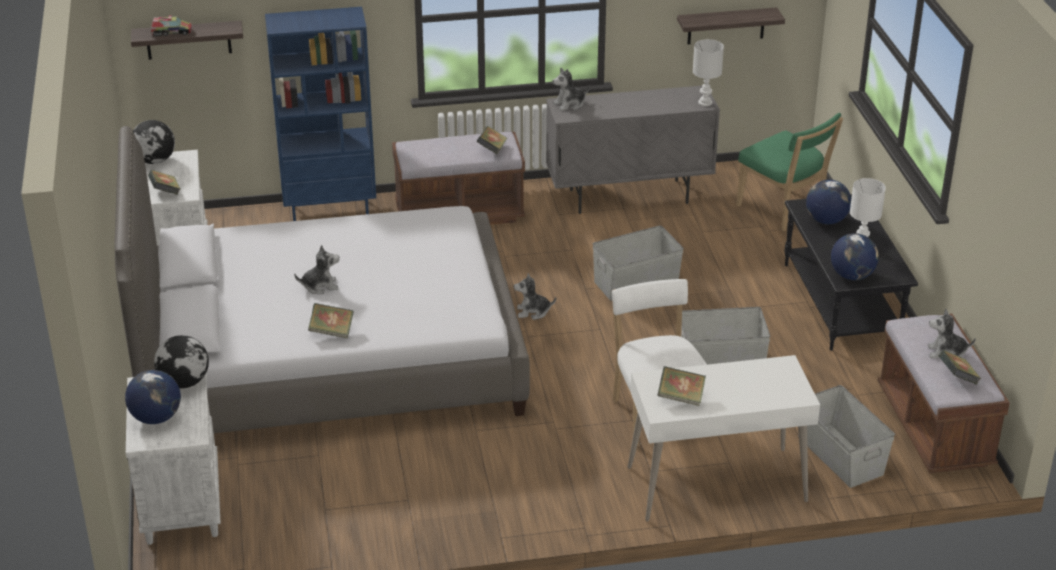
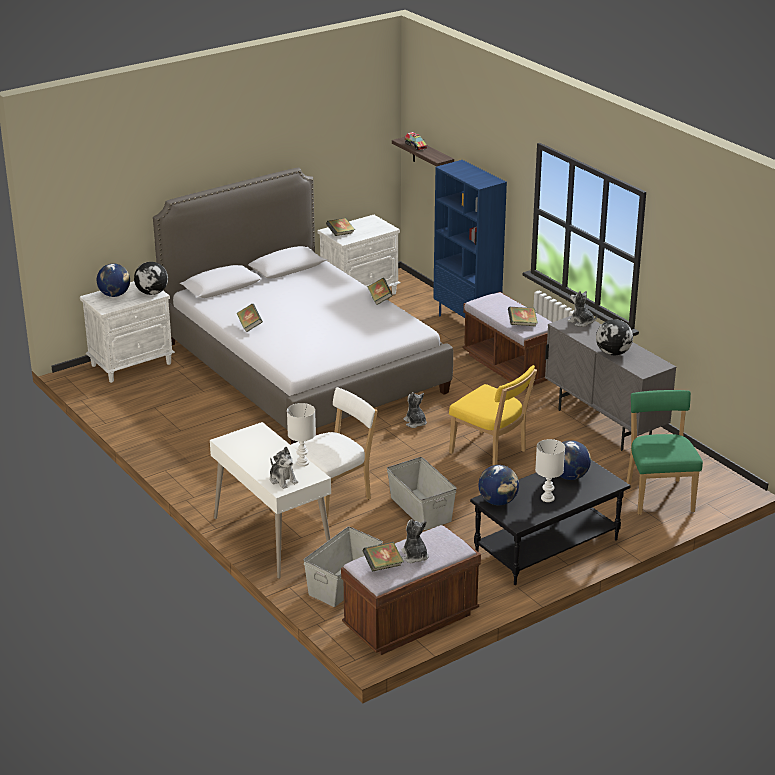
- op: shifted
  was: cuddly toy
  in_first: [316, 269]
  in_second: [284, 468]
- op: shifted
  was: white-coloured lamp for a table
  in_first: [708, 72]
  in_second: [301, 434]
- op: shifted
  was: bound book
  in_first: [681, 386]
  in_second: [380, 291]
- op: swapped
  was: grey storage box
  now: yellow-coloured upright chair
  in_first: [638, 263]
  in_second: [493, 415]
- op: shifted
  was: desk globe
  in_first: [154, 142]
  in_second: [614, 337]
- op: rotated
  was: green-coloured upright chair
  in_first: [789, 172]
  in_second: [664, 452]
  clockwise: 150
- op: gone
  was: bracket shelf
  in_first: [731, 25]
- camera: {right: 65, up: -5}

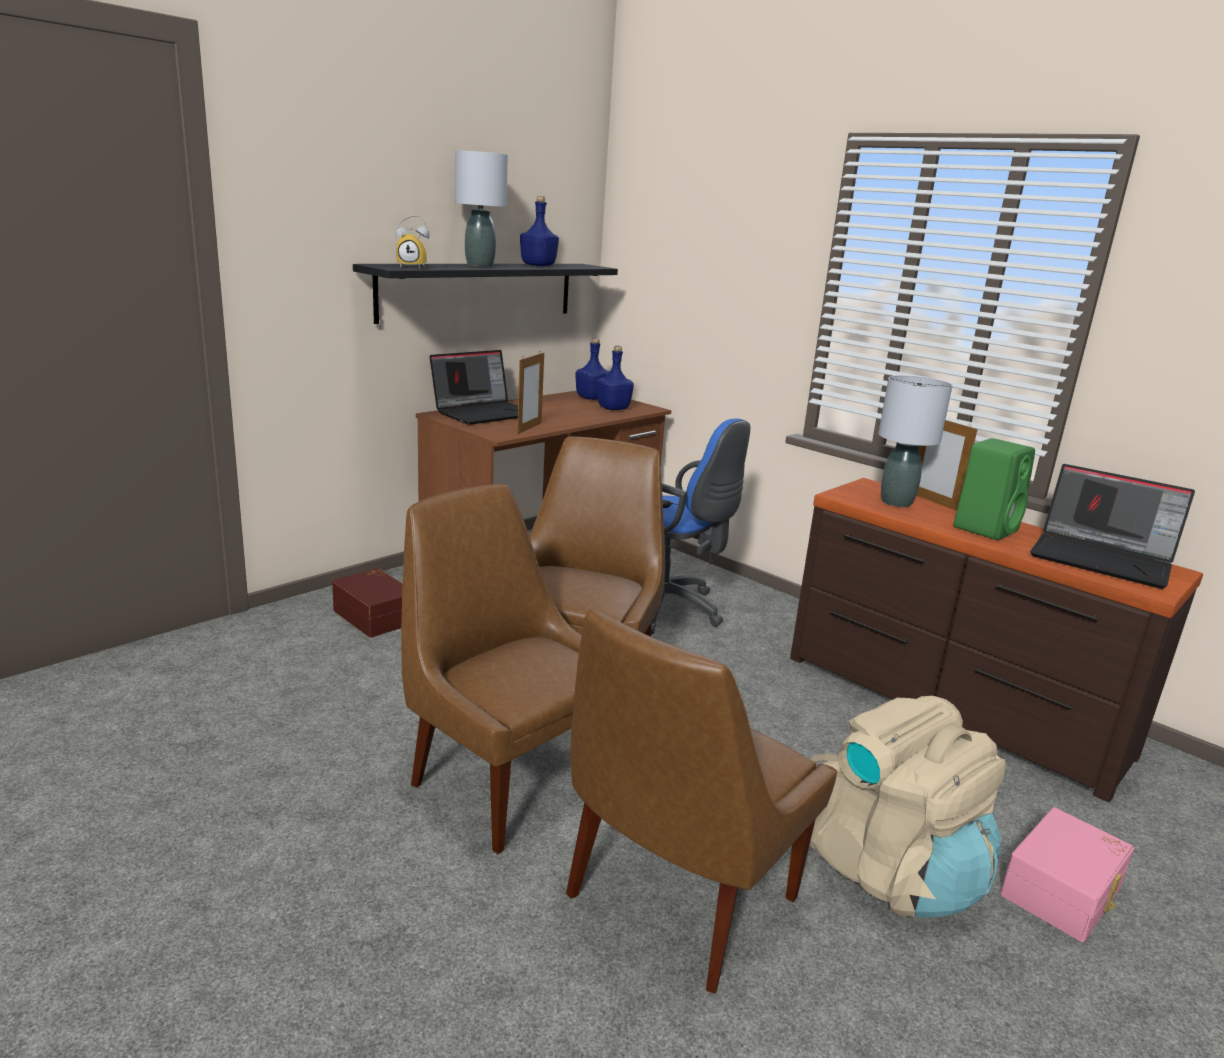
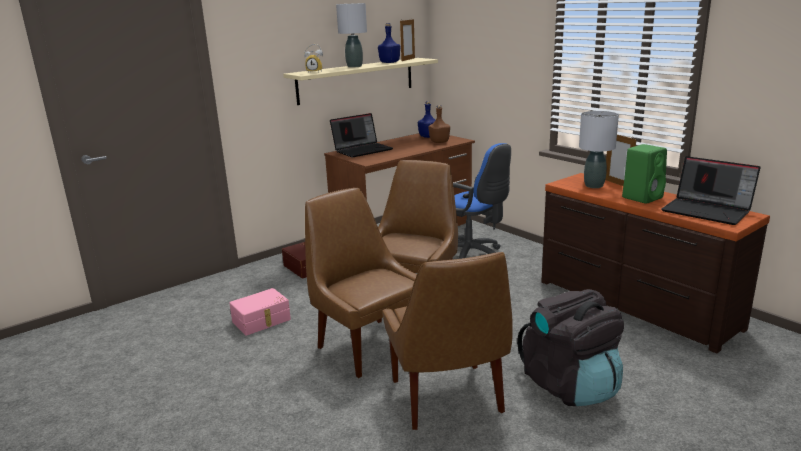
- op: shifted
  was: pink-coloured storage box
  in_first: [1067, 874]
  in_second: [260, 312]
- op: repainted
  was: black-coloured bracket shelf
  now: beige-coloured bracket shelf
  in_first: [485, 294]
  in_second: [360, 81]
- op: rotated
  was: brown upright chair
  in_first: [701, 801]
  in_second: [448, 341]
  clockwise: -60
- op: shifted
  was: standing frame
  in_first: [530, 392]
  in_second: [407, 40]
- op: repainted
  was: blue drink bottle
  now: brown drink bottle
  in_first: [615, 378]
  in_second: [439, 124]
- op: repainted
  was: beige-coloured backpack
  now: black-coloured backpack
  in_first: [907, 807]
  in_second: [570, 347]
- camera: {right: 10, up: 0}

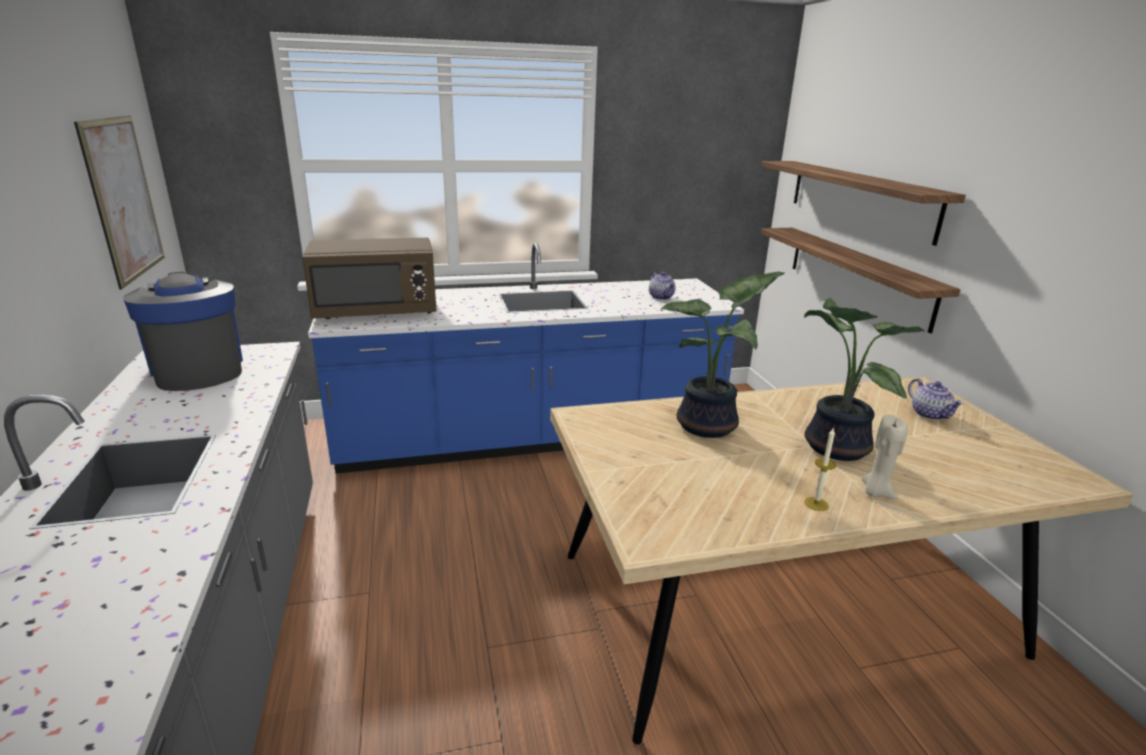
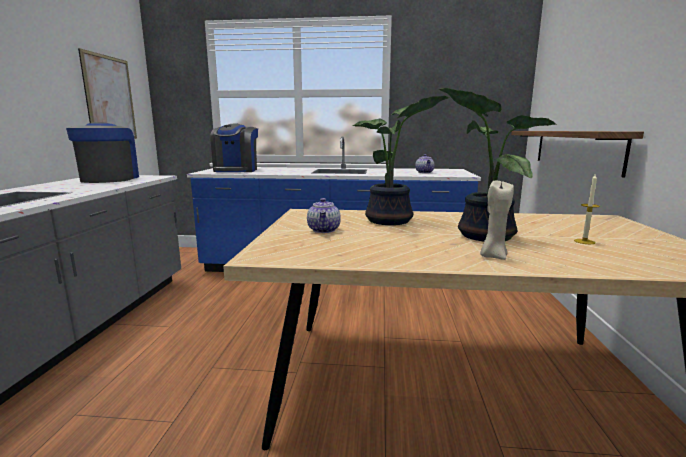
- op: swapped
  was: brown microwave oven
  now: coffee maker
  in_first: [369, 278]
  in_second: [234, 148]
- op: shifted
  was: teapot
  in_first: [936, 399]
  in_second: [324, 215]
- op: shifted
  was: candle
  in_first: [820, 469]
  in_second: [587, 208]
- op: gone
  was: bracket shelf
  in_first: [864, 203]
- camera: {right: 20, up: -10}

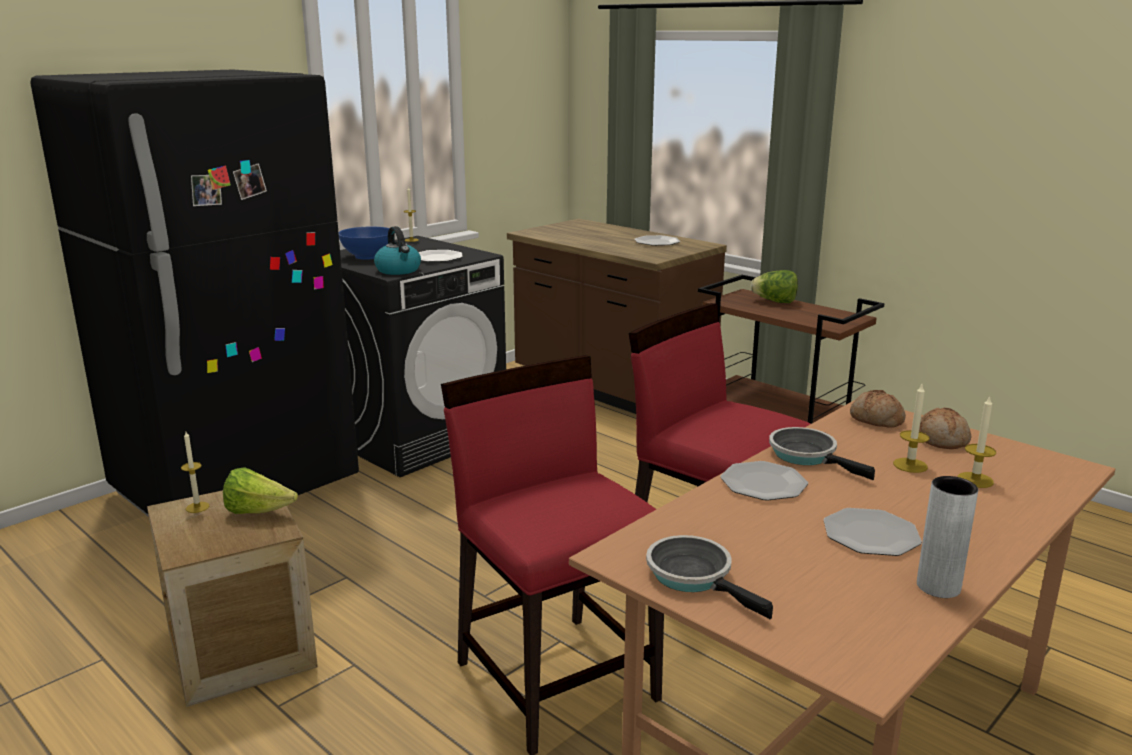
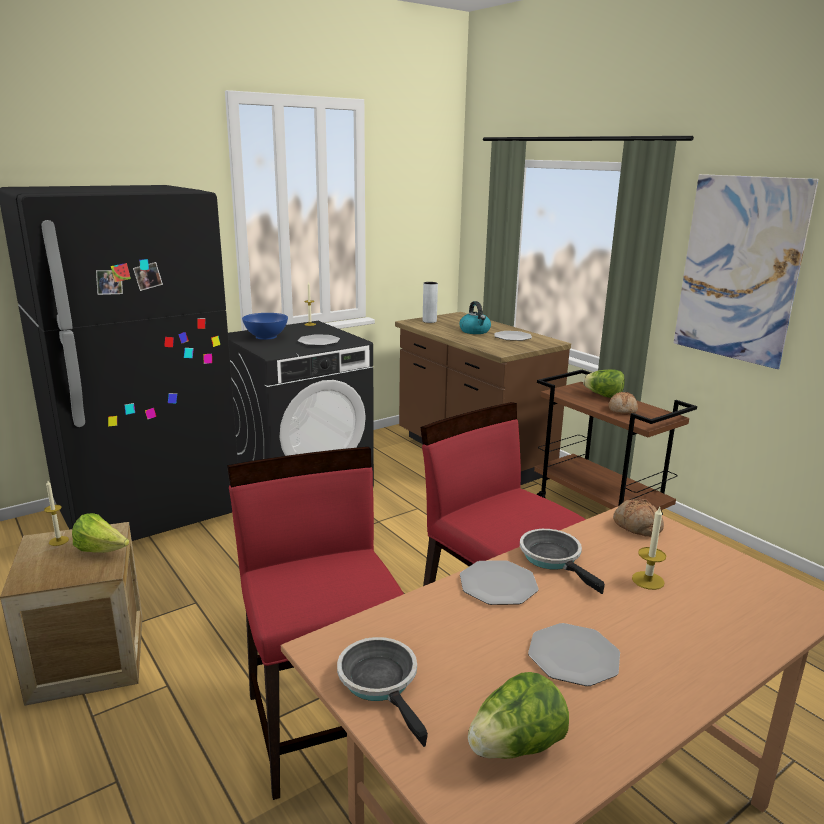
- op: shifted
  was: grey vase
  in_first: [947, 537]
  in_second: [430, 302]
- op: shifted
  was: water kettle
  in_first: [397, 250]
  in_second: [475, 317]
- op: new
  now: head of lettuce
  in_second: [518, 715]
- op: shifted
  was: bakery bread
  in_first: [945, 428]
  in_second: [623, 403]
- op: new
  now: picture
  in_second: [746, 271]
- op: gone
  was: candle
  in_first: [977, 442]
- camera: {right: 10, up: 0}

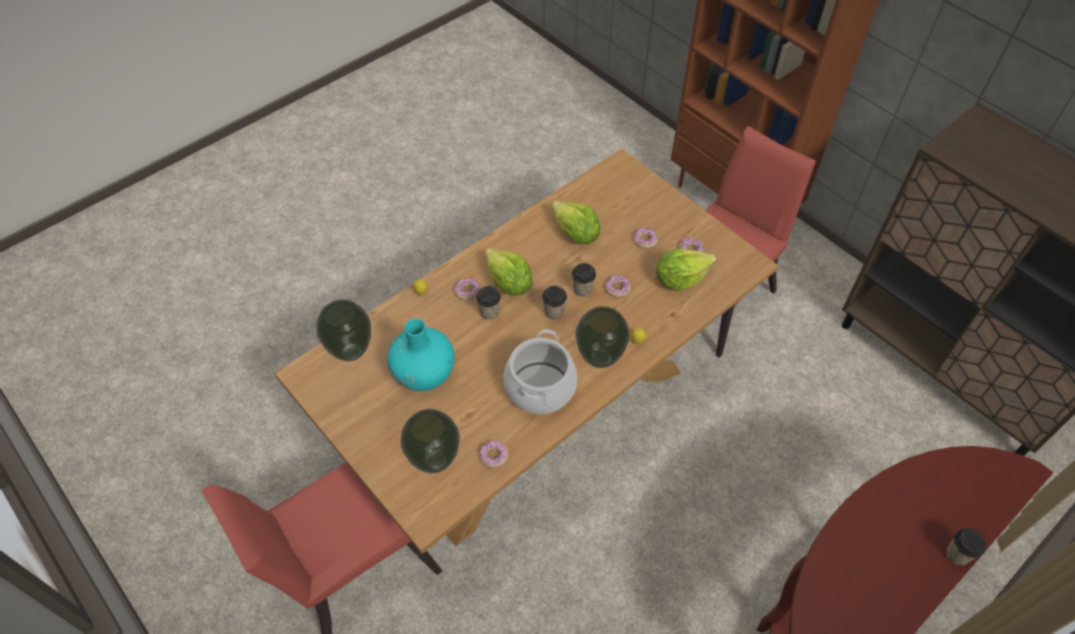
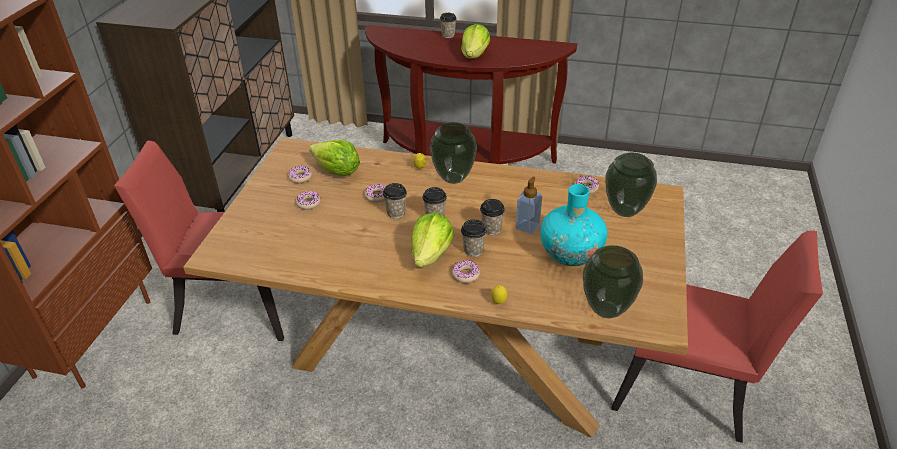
- op: shifted
  was: head of lettuce
  in_first: [576, 222]
  in_second: [475, 41]
- op: new
  now: drinking cup
  in_second: [492, 217]
- op: new
  now: soap dispenser
  in_second: [529, 205]
- op: gone
  was: saucepot
  in_first: [540, 371]
- camera: {right: -125, up: -15}

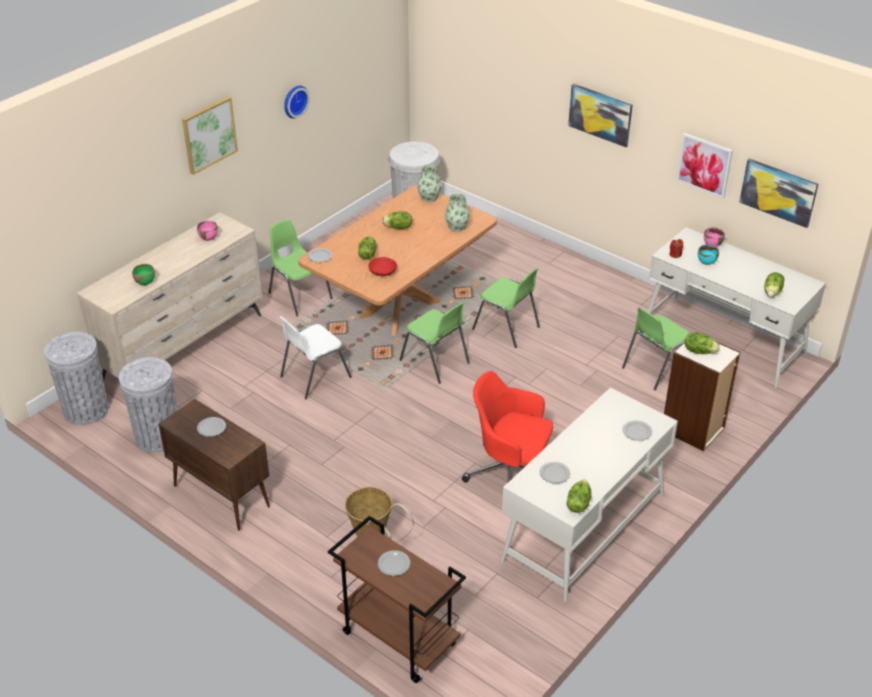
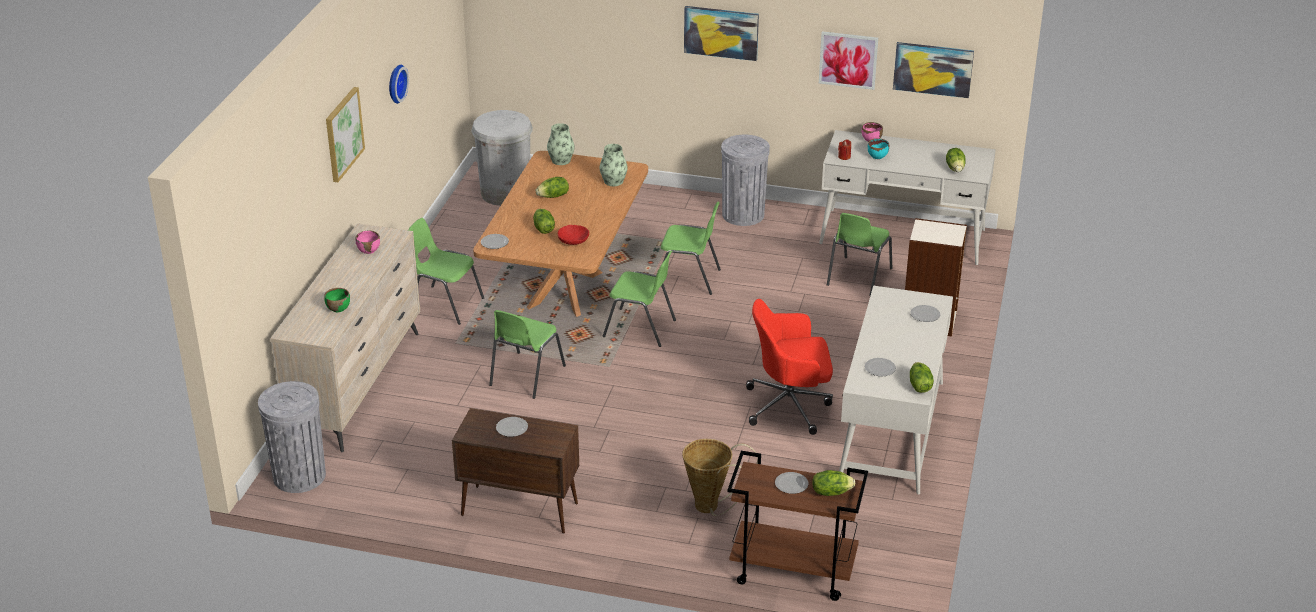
- op: repainted
  was: white-coloured upright chair
  now: green-coloured upright chair
  in_first: [315, 357]
  in_second: [527, 354]
- op: shifted
  was: grey trash can
  in_first: [148, 405]
  in_second: [745, 180]
- op: shifted
  was: head of lettuce
  in_first: [702, 343]
  in_second: [833, 483]
- camera: {right: -25, up: -5}

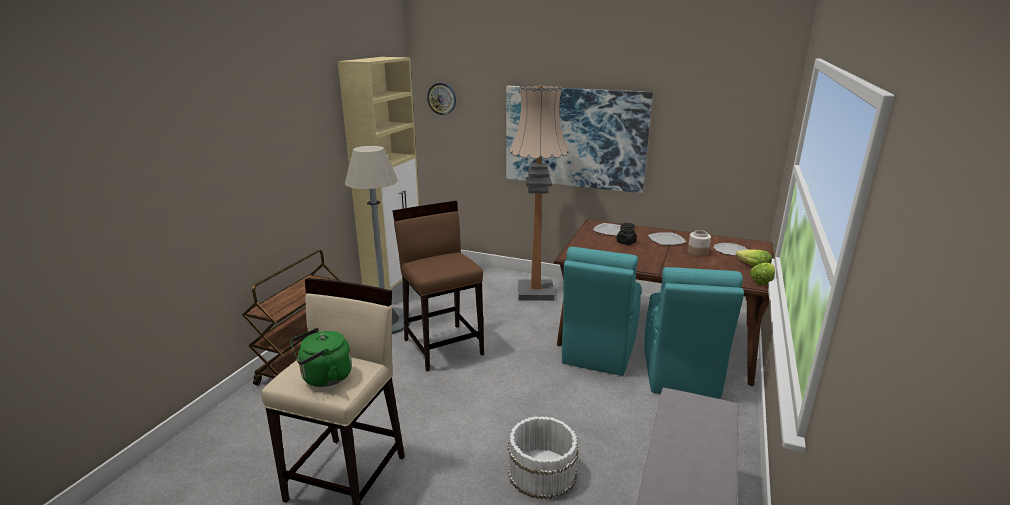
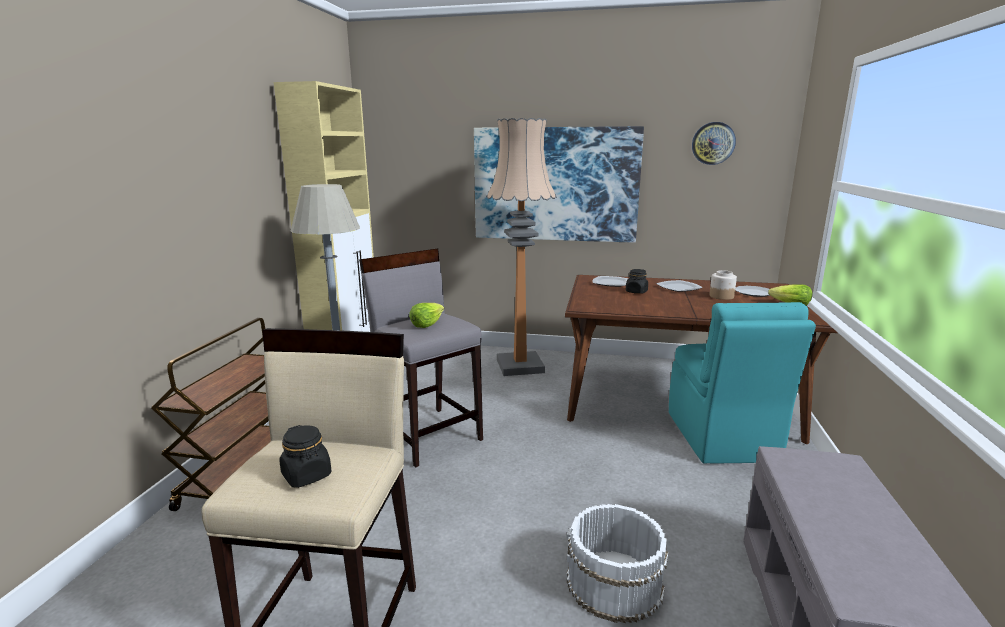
- op: swapped
  was: green-coloured water kettle
  now: black-coloured storage jar
  in_first: [321, 357]
  in_second: [305, 456]
- op: repainted
  was: brown stool
  now: grey stool
  in_first: [438, 286]
  in_second: [421, 358]
- op: shifted
  was: head of lettuce
  in_first: [762, 274]
  in_second: [426, 315]
- op: shifted
  was: clock on the wall
  in_first: [441, 99]
  in_second: [714, 143]
- op: gone
  was: turquoise upright chair
  in_first: [602, 311]
- camera: {right: -10, up: -5}

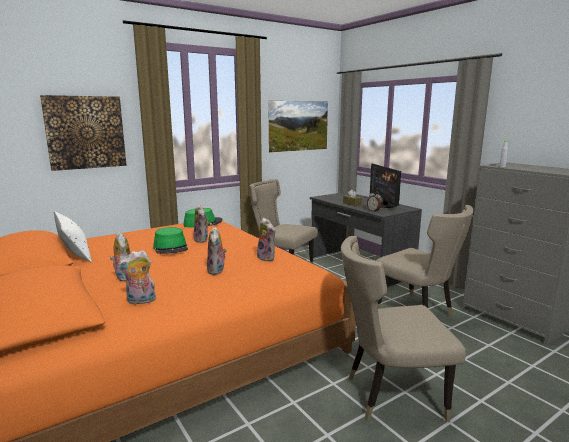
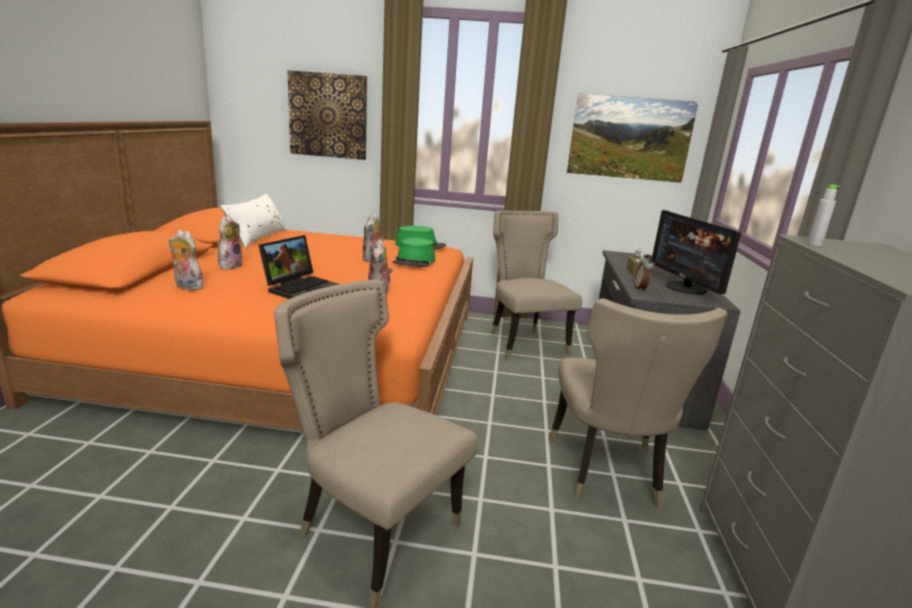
- op: swapped
  was: cuddly toy
  now: portable computer
  in_first: [217, 250]
  in_second: [298, 267]
- op: shifted
  was: green-coloured wearable hat
  in_first: [170, 240]
  in_second: [414, 252]
- op: rotated
  was: computer display
  in_first: [385, 186]
  in_second: [696, 252]
  clockwise: -45
- camera: {right: 40, up: 5}

